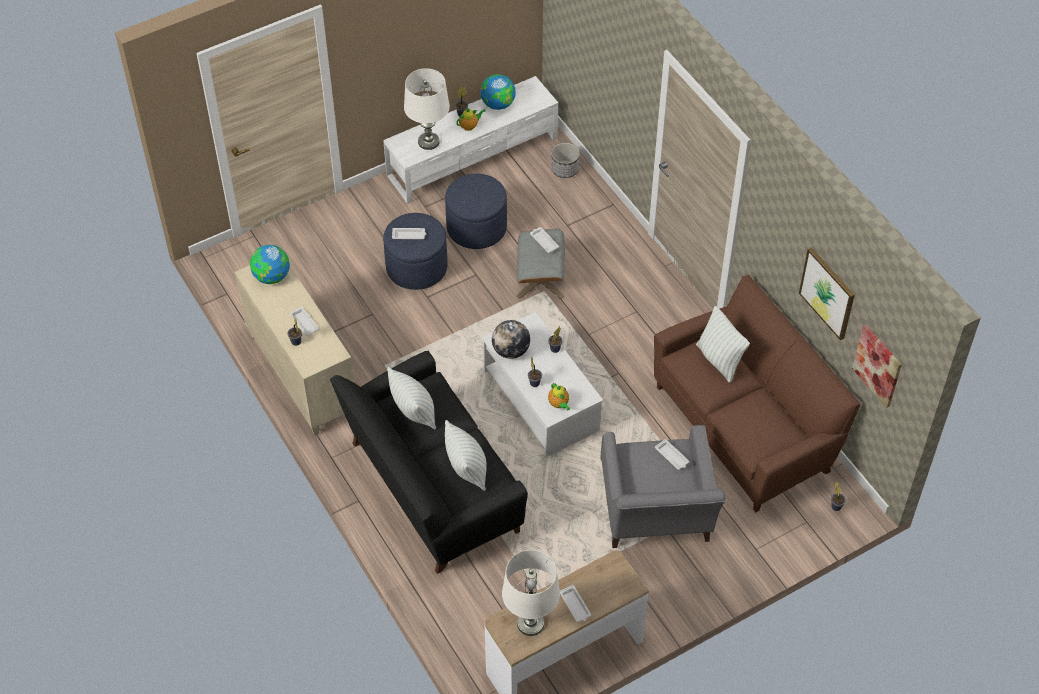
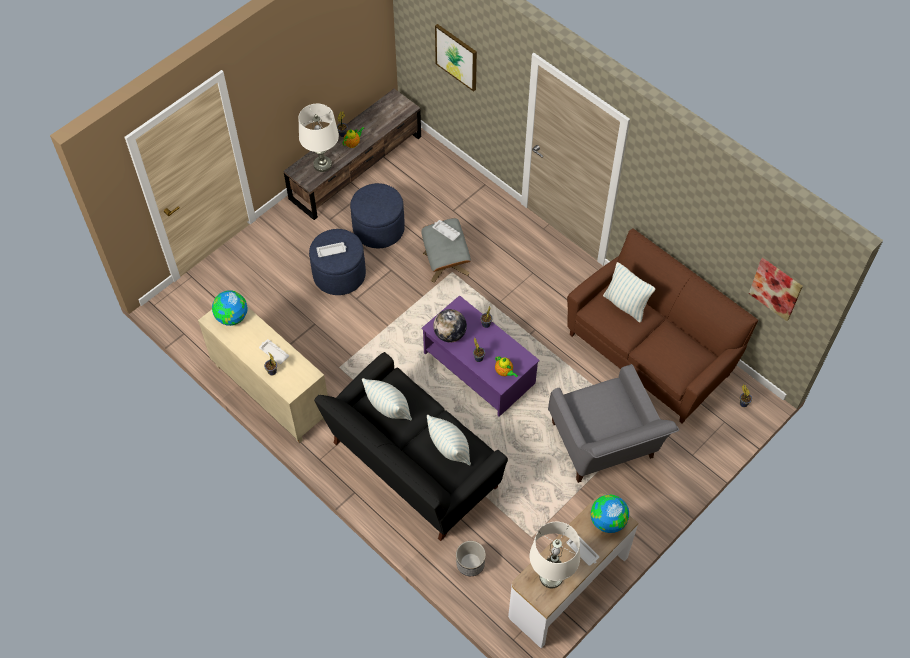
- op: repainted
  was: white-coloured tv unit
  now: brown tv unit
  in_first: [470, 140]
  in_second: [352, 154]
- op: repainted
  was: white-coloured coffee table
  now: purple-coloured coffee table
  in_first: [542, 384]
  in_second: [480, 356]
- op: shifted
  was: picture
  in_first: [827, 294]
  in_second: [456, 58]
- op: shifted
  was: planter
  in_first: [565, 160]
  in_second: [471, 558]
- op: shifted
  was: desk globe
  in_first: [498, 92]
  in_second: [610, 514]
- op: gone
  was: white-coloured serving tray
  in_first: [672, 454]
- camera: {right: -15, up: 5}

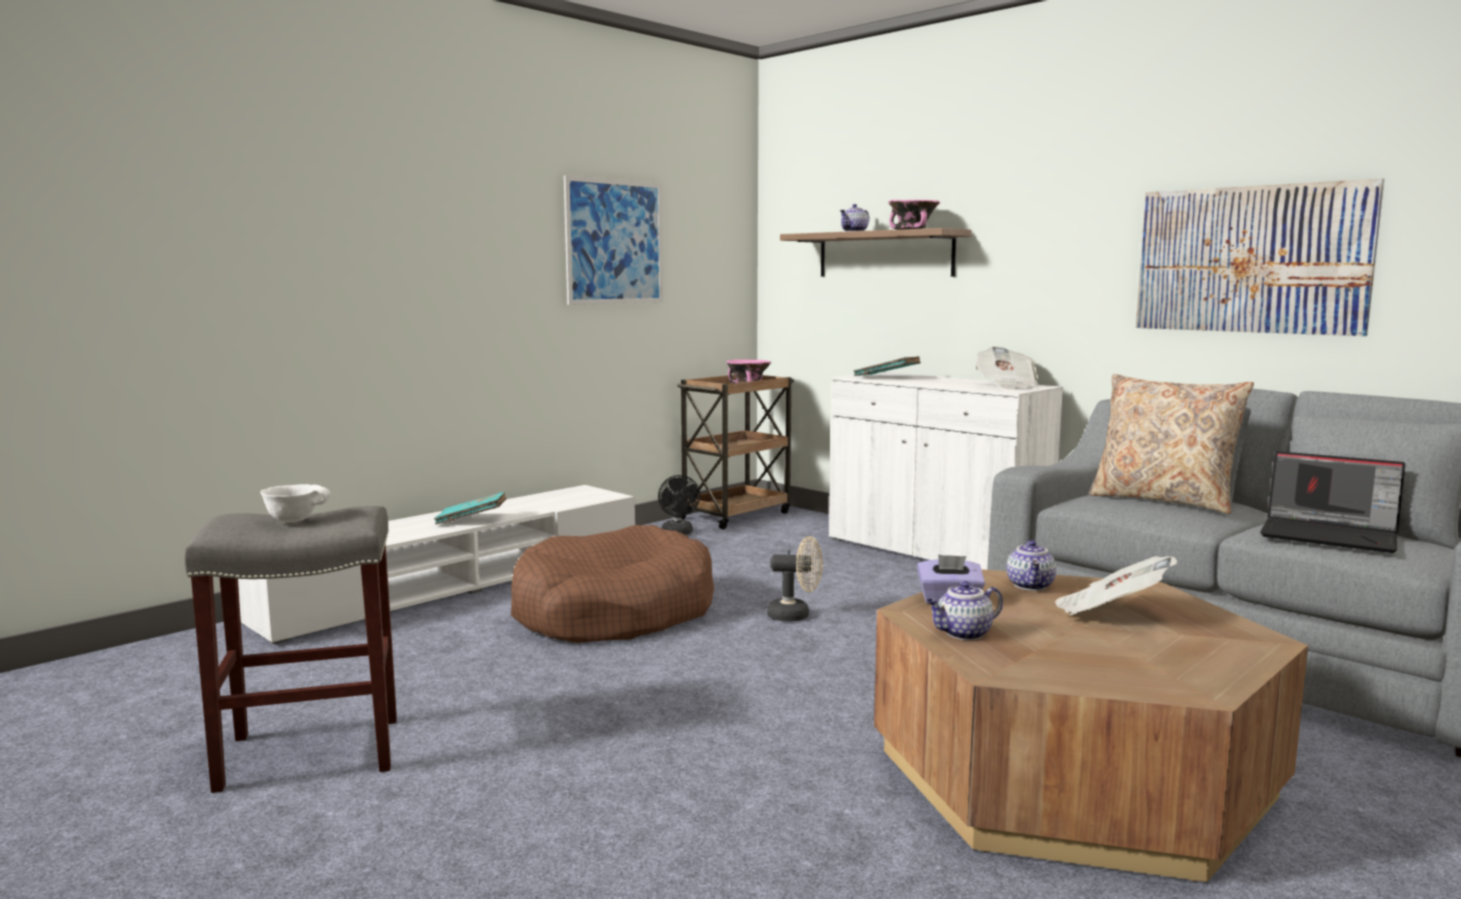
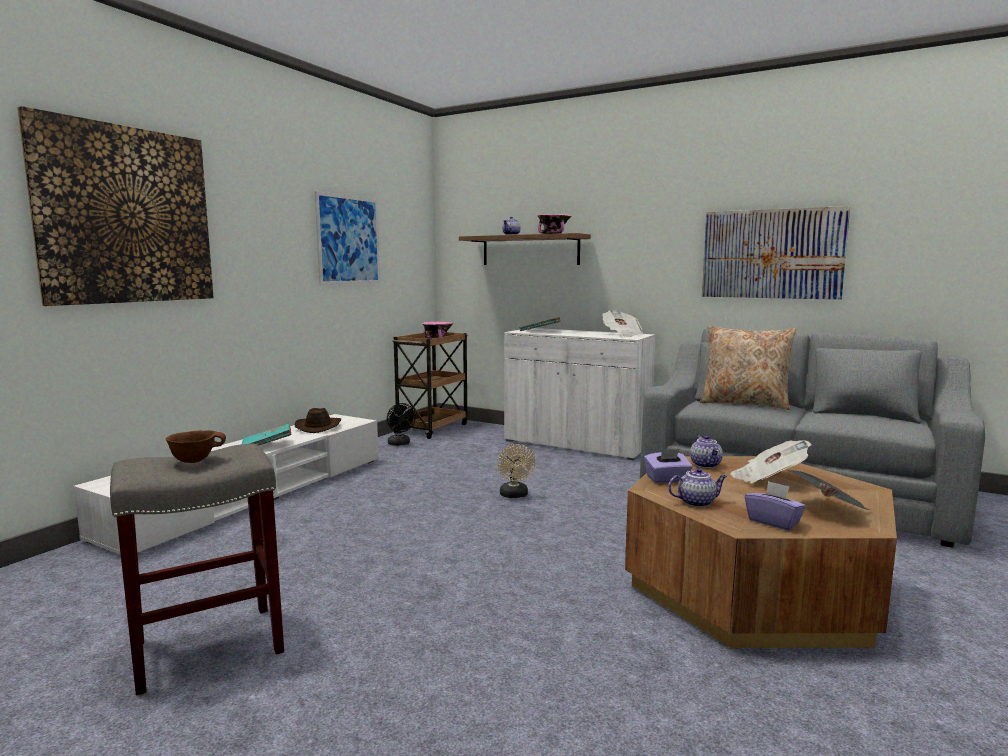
- op: new
  now: picture
  in_second: [115, 206]
- op: repainted
  was: white-coloured serving bowl
  now: brown serving bowl
  in_first: [295, 503]
  in_second: [195, 446]
- op: new
  now: brown wearable hat
  in_second: [318, 420]
- op: rotated
  was: beige-coloured fan
  in_first: [795, 578]
  in_second: [516, 471]
  clockwise: 90
- op: rotated
  was: teapot
  in_first: [965, 610]
  in_second: [697, 487]
  clockwise: -150
- op: new
  now: purple-coloured tissue box
  in_second: [775, 506]
- op: new
  now: printed paper
  in_second: [828, 490]
- op: gone
  was: brown dog bed
  in_first: [613, 584]
- op: gone
  was: portable computer
  in_first: [1333, 502]
- camera: {right: -15, up: 0}

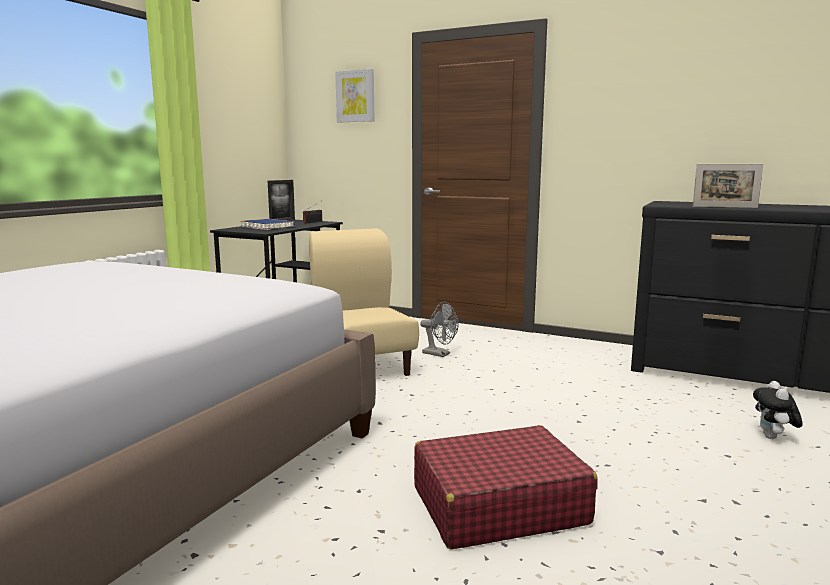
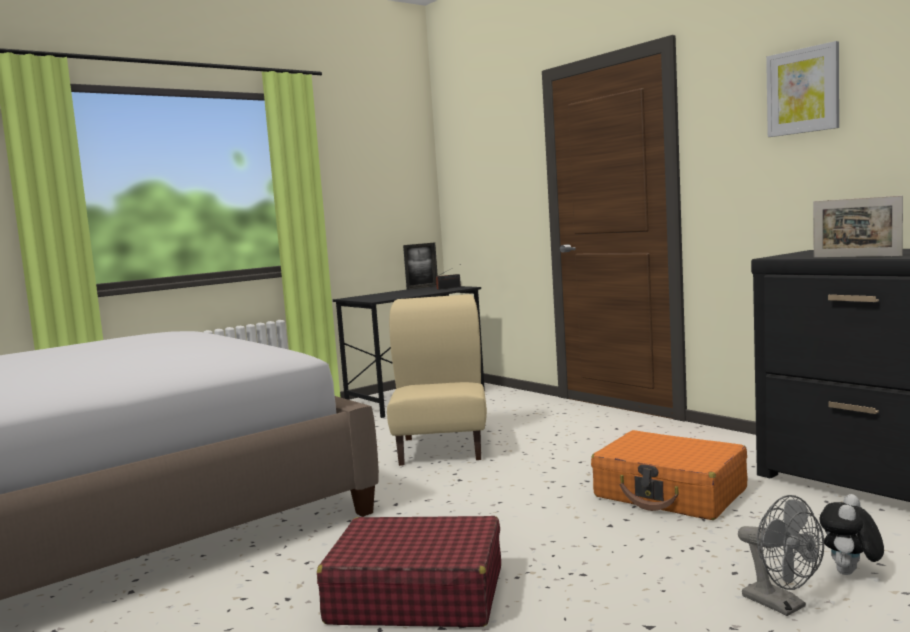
- op: new
  now: orangey piece of luggage
  in_second: [669, 475]
- op: shifted
  was: grey fan
  in_first: [439, 329]
  in_second: [781, 555]
- op: shifted
  was: picture
  in_first: [354, 95]
  in_second: [802, 89]
- op: gone
  was: blue bound book
  in_first: [268, 224]
- camera: {right: 25, up: -5}

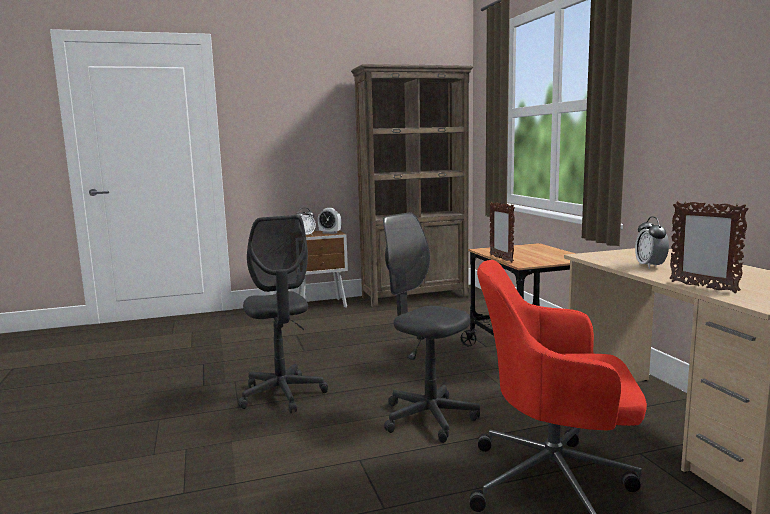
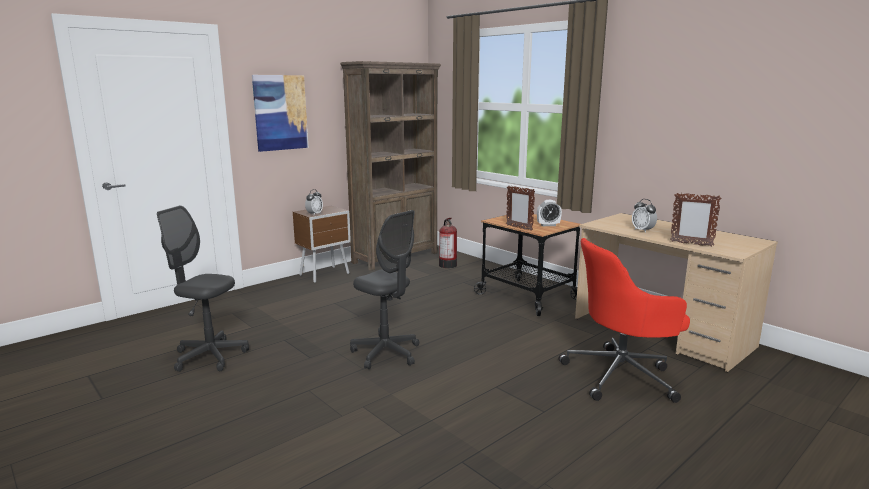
- op: shifted
  was: grey computer chair
  in_first: [431, 327]
  in_second: [203, 288]
- op: new
  now: picture
  in_second: [280, 113]
- op: new
  now: fire-fighting cylinder
  in_second: [448, 243]
- op: shifted
  was: alarm clock
  in_first: [329, 221]
  in_second: [549, 213]
- camera: {right: -25, up: 5}

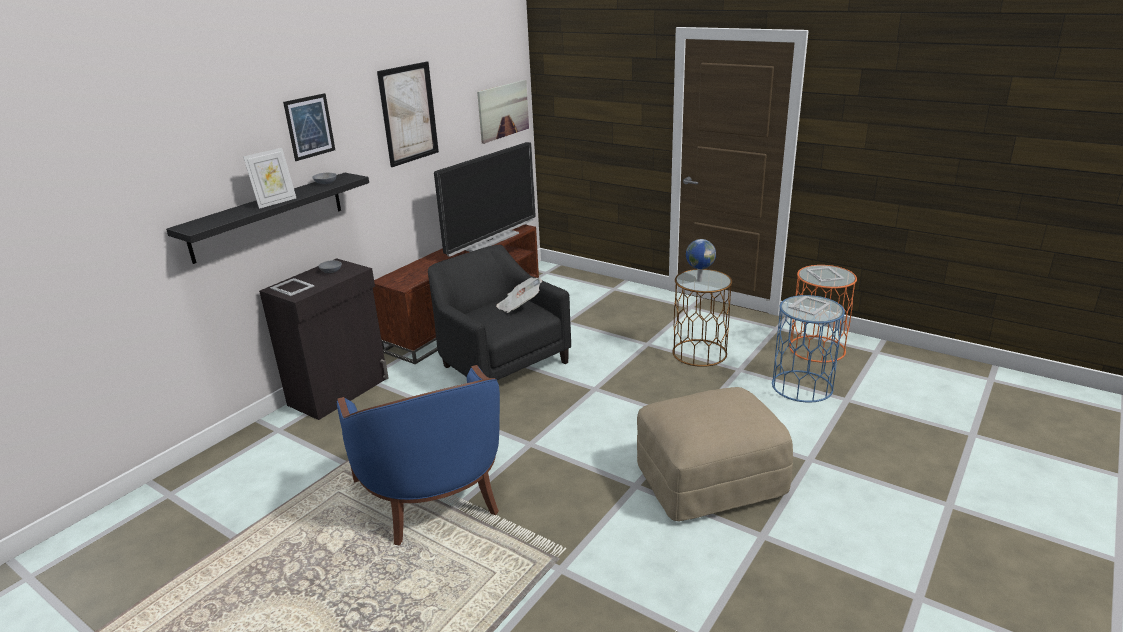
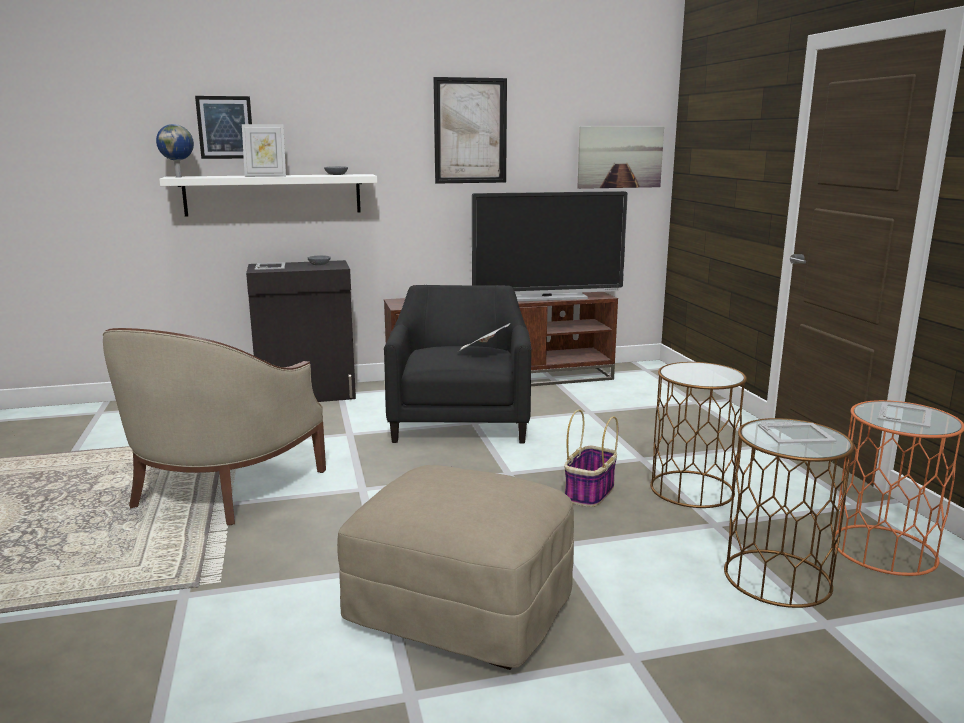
- op: repainted
  was: blue easy chair
  now: beige-coloured easy chair
  in_first: [418, 455]
  in_second: [214, 426]
- op: shifted
  was: desk globe
  in_first: [701, 260]
  in_second: [175, 151]
- op: repainted
  was: black-coloured bracket shelf
  now: white-coloured bracket shelf
  in_first: [267, 218]
  in_second: [268, 195]
- op: shifted
  was: picture
  in_first: [309, 127]
  in_second: [223, 127]
- op: new
  now: household basket
  in_second: [591, 458]
- op: repainted
  was: blue side table
  now: brown side table
  in_first: [808, 349]
  in_second: [789, 513]
- camera: {right: 40, up: -10}

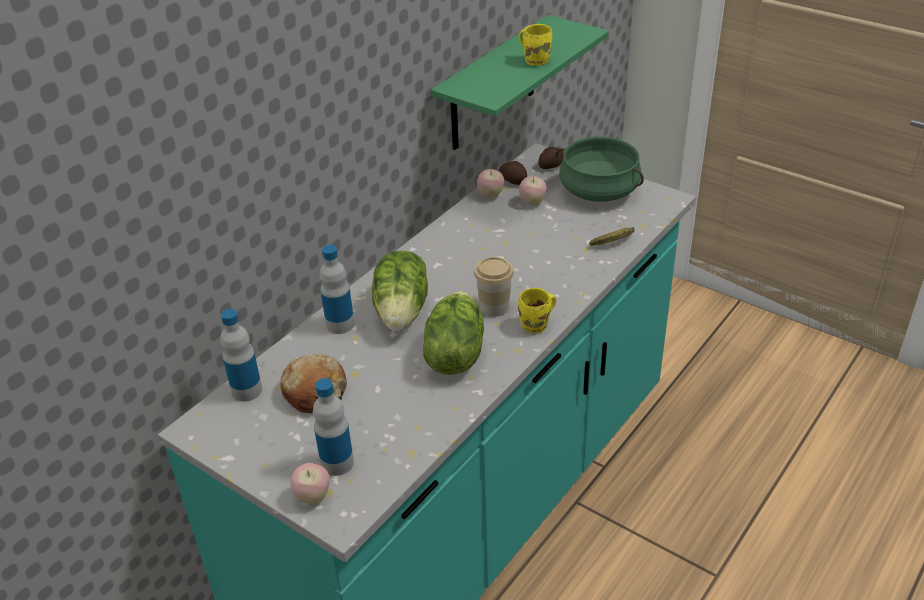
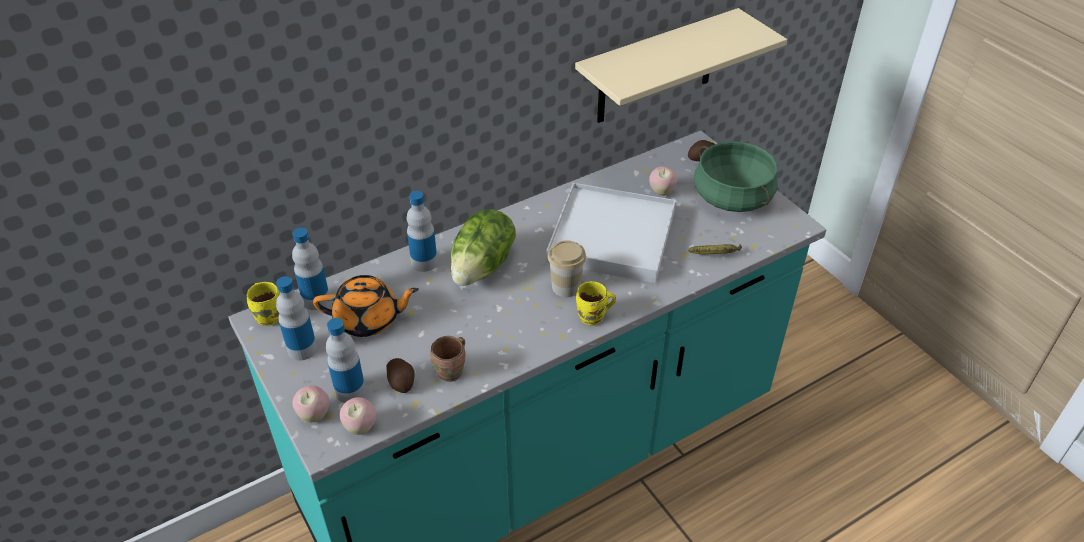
- op: shifted
  was: yellow-coloured coffee mug
  in_first: [535, 45]
  in_second: [263, 304]
- op: new
  now: drink bottle
  in_second: [296, 318]
- op: swapped
  was: bakery bread
  now: orangey teapot
  in_first: [313, 383]
  in_second: [366, 306]
- op: shifted
  was: apple
  in_first: [490, 183]
  in_second: [357, 416]
- op: shifted
  was: spud
  in_first: [513, 173]
  in_second: [400, 375]
- op: new
  now: brown coffee mug
  in_second: [448, 359]
- op: new
  now: white-coloured serving tray
  in_second: [611, 233]
- op: repainted
  was: green-coloured bracket shelf
  now: beige-coloured bracket shelf
  in_first: [520, 82]
  in_second: [681, 65]
- op: gone
  was: head of lettuce
  in_first: [453, 333]
- camera: {right: 20, up: 5}

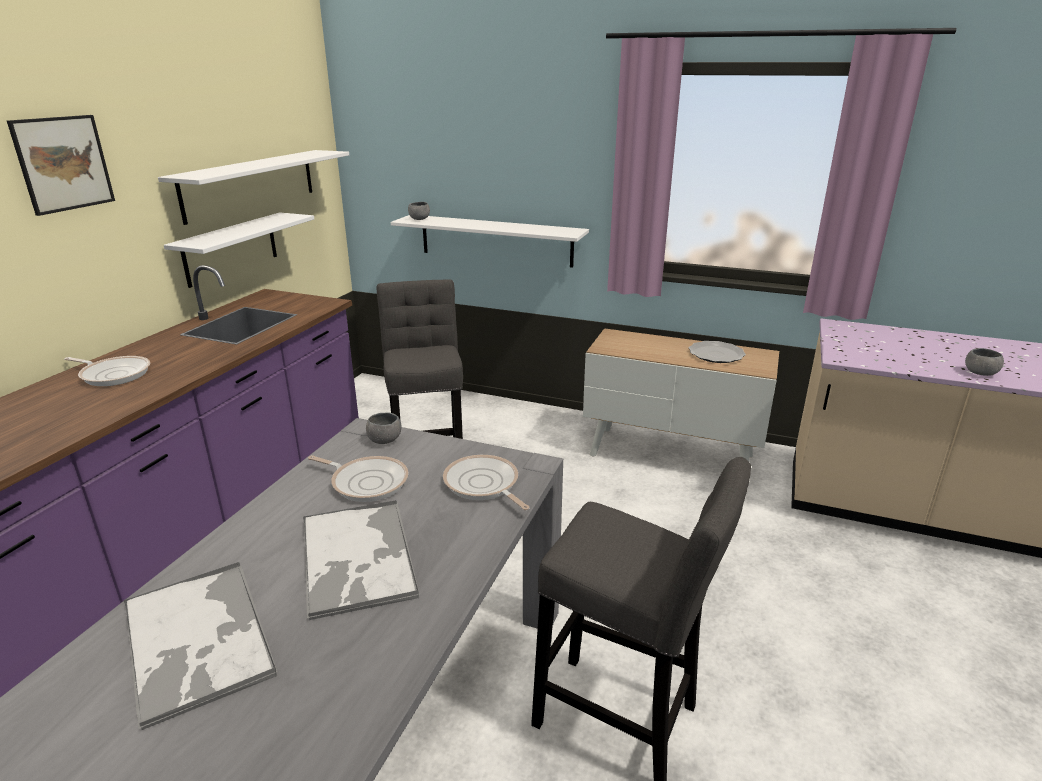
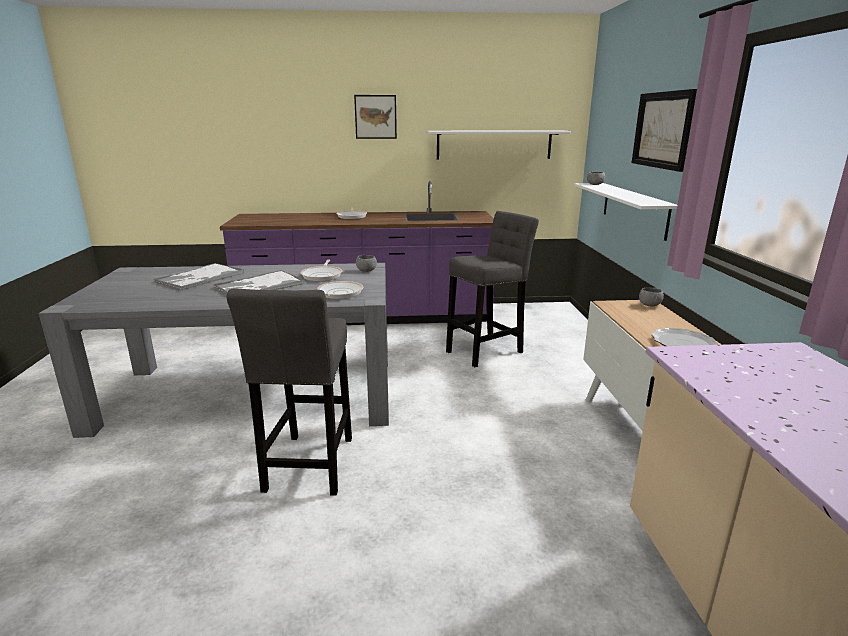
- op: new
  now: picture
  in_second: [664, 130]
- op: shifted
  was: grey serving bowl
  in_first: [984, 362]
  in_second: [651, 297]
- op: gone
  was: white-coloured bracket shelf
  in_first: [239, 250]
- camera: {right: 65, up: -5}

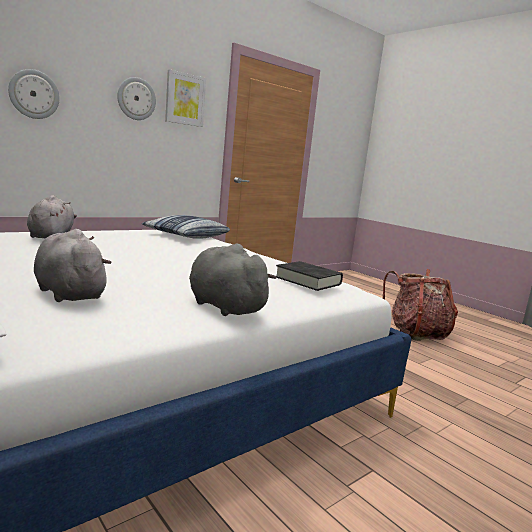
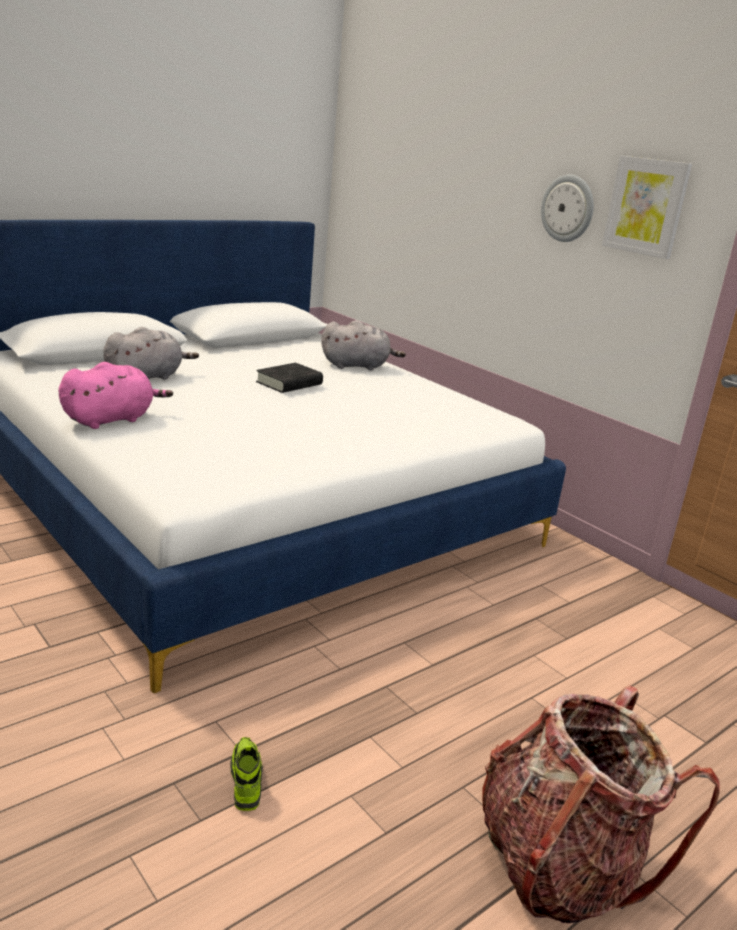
- op: repainted
  was: grey cuddly toy
  now: pink-coloured cuddly toy
  in_first: [232, 280]
  in_second: [115, 395]
- op: new
  now: low shoe
  in_second: [246, 774]
- op: shifted
  was: black-coloured bound book
  in_first: [309, 276]
  in_second: [289, 378]
- op: gone
  was: clock on the wall
  in_first: [34, 94]
- op: gone
  was: pillow
  in_first: [186, 227]
- camera: {right: 90, up: 10}

